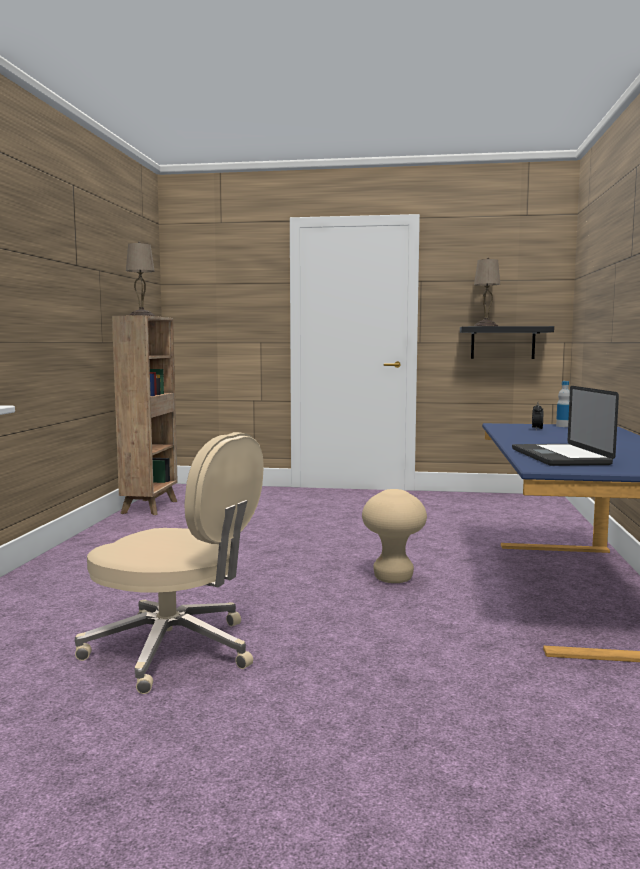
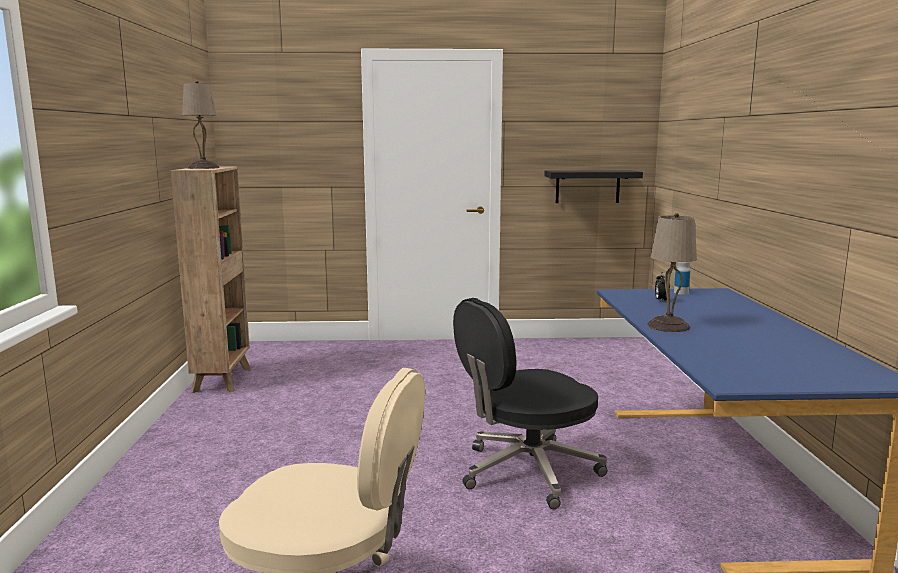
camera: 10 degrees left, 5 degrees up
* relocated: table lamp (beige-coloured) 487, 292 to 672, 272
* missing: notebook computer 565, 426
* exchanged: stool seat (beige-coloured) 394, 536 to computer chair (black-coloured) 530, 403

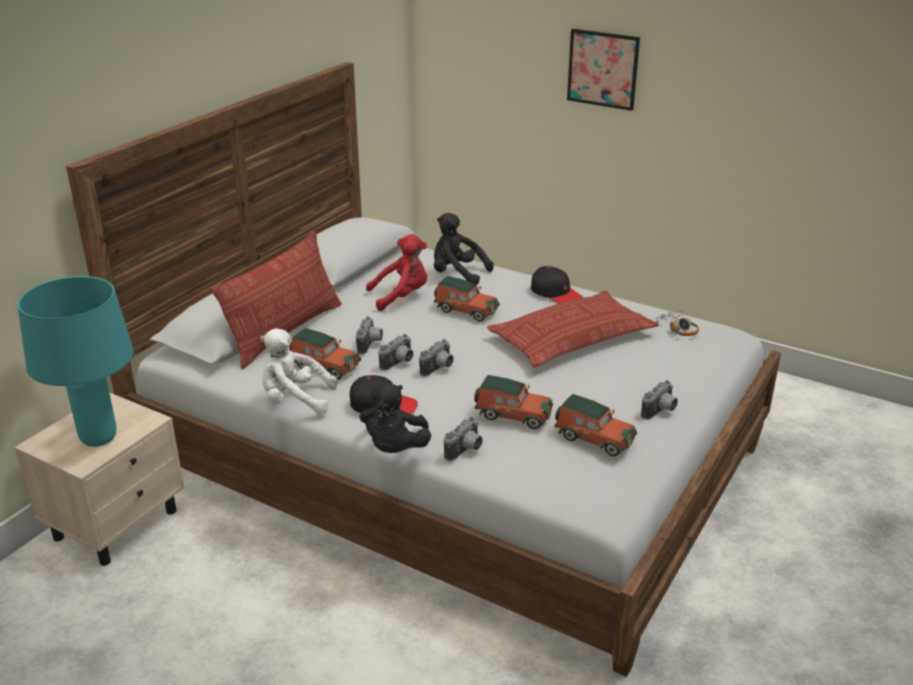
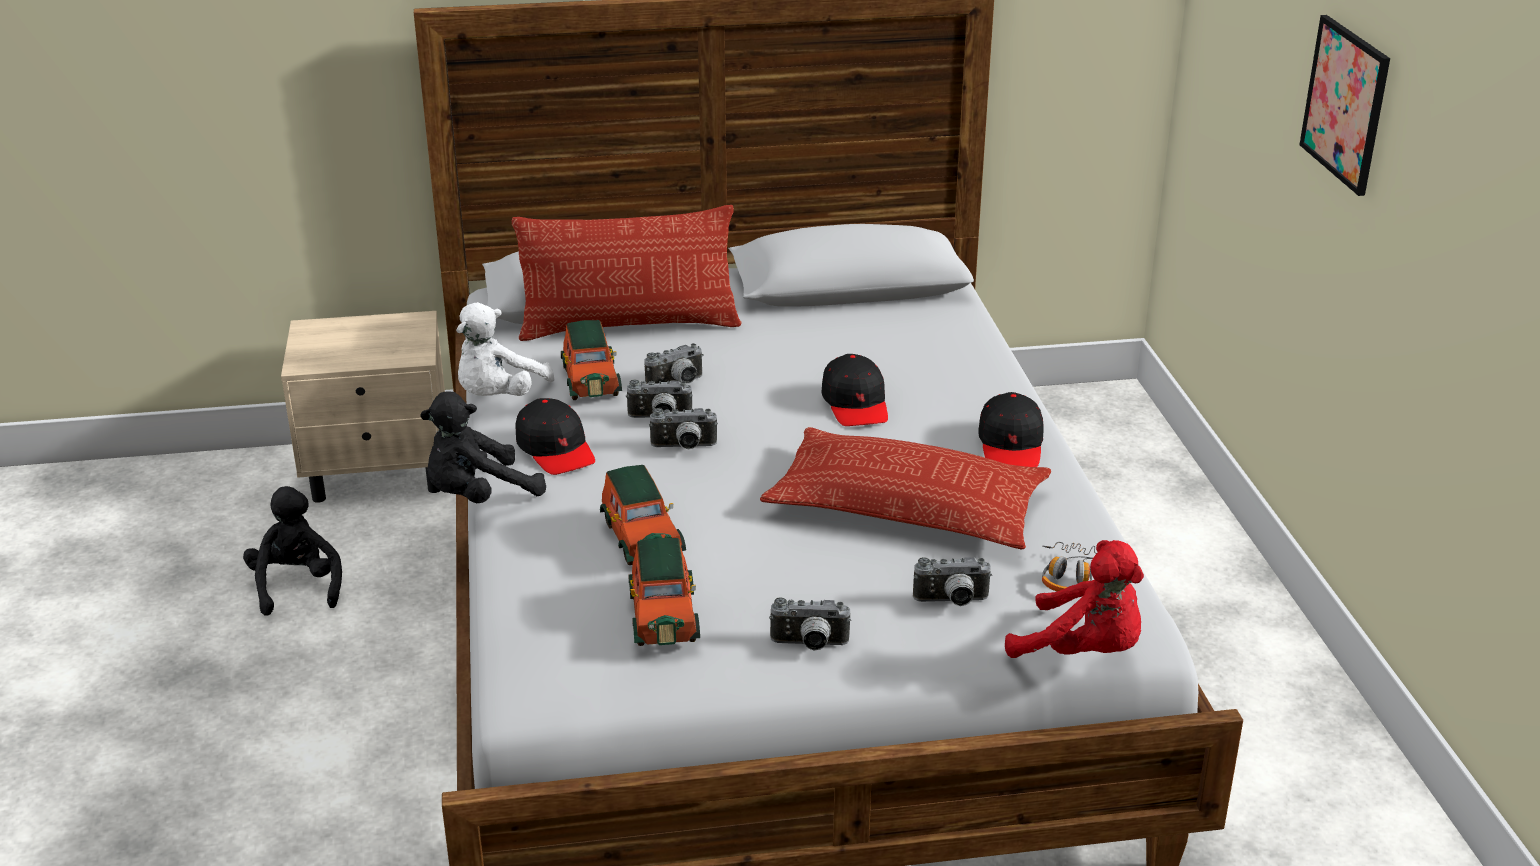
camera: 50 degrees right, 0 degrees up
* relocated: plush toy (black-coloured) 463, 249 to 292, 551
* relocated: plush toy (reddish) 396, 272 to 1074, 599
* missing: table lamp (blue-green) 75, 361
* exchanged: toy car 467, 299 to peaked cap (black-coloured) 854, 390
* spun: plush toy (white) 298, 372 = 505, 349 120 degrees counterclockwise
* relocated: photo camera 463, 439 to 952, 581

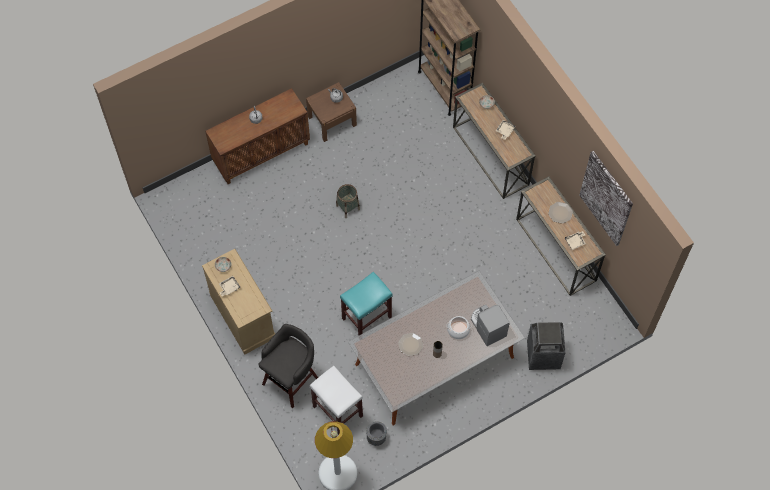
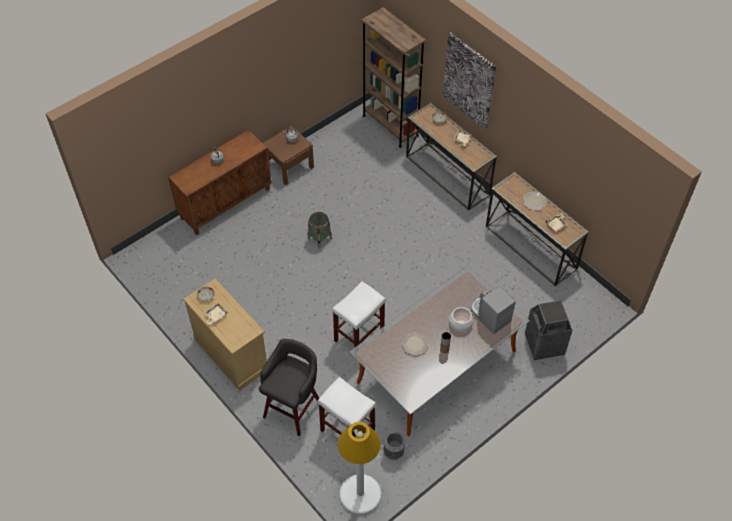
camera: 10 degrees left, 10 degrees down
* relocated: wall art 606, 198 to 469, 81
* colour: stool seat (blue-green) 366, 304 to stool seat (white) 359, 314

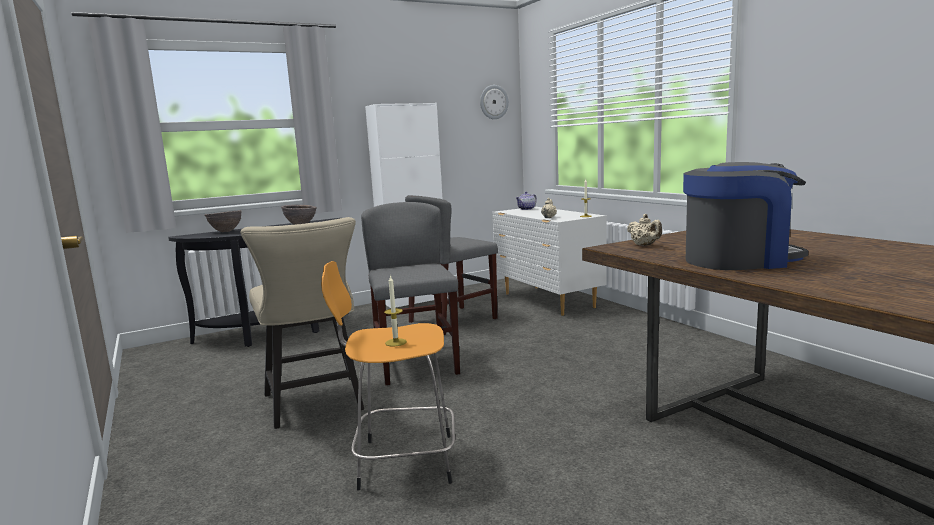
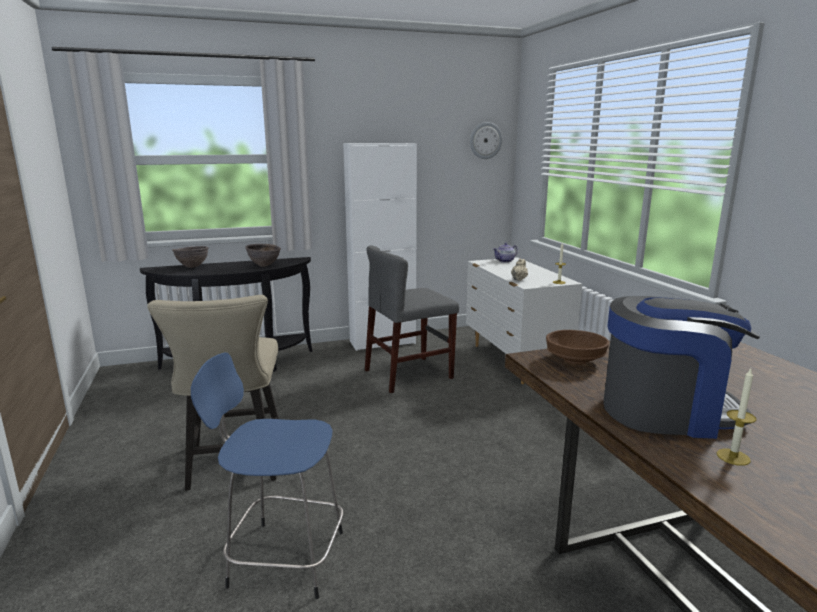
camera: 10 degrees right, 5 degrees up
* missing: plain chair (greyish) 410, 293
* exchanged: tea pot (beige-coloured) 644, 230 to bowl (brownish) 577, 347
* colour: stool seat (orange-coloured) 388, 375 to stool seat (blue-coloured) 267, 476
* relocated: candle 395, 310 to 737, 417

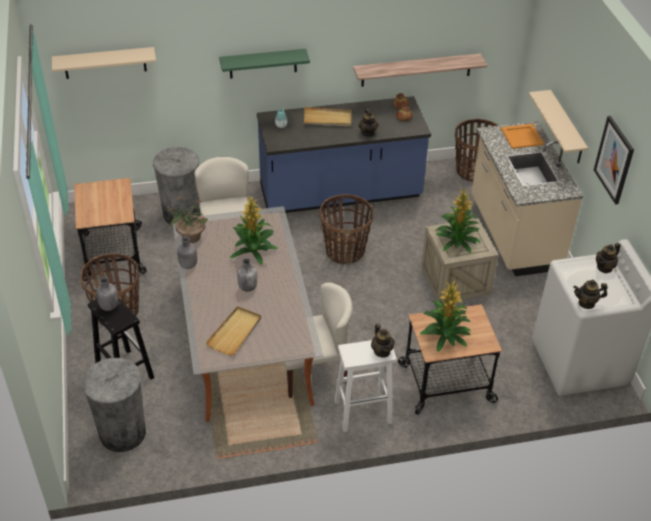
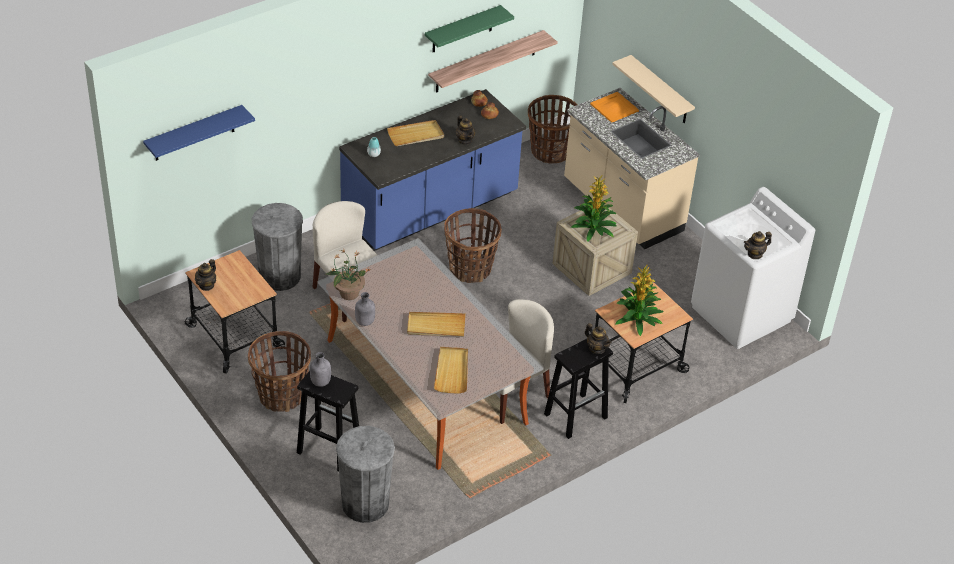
camera: 25 degrees left, 0 degrees up
* colour: bracket shelf (beige-coloured) 104, 63 to bracket shelf (blue-coloured) 199, 133
* relocated: bracket shelf (greenish) 264, 64 to 469, 28
* missing: wall art 614, 160
* missing: houseplant 254, 230
* relocated: tea pot 608, 258 to 205, 275
* exchanged: bottle (greyish) 247, 275 to tray (beige-coloured) 436, 324
* colour: stool seat (white) 365, 386 to stool seat (black-coloured) 578, 389

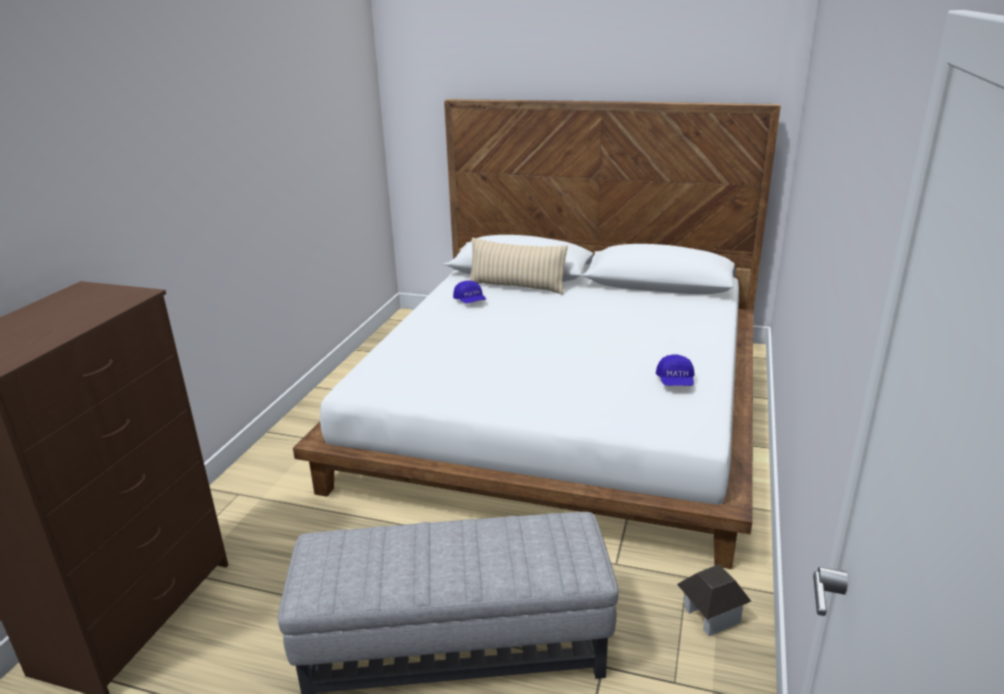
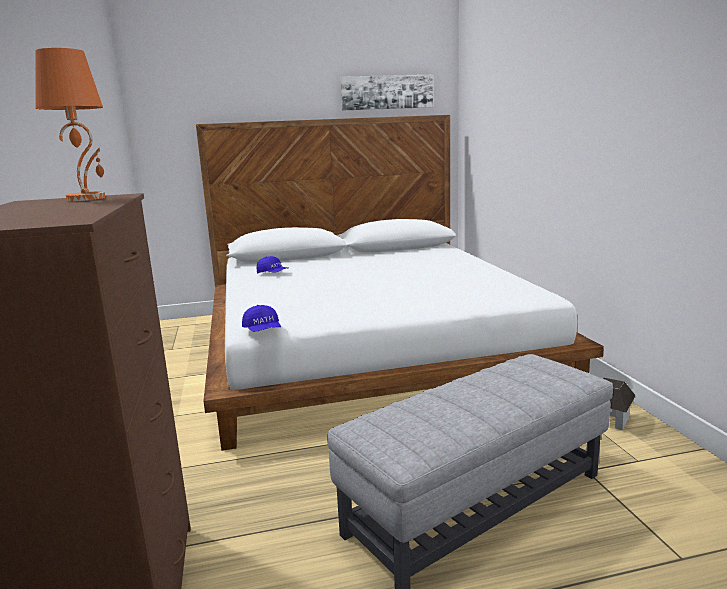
camera: 30 degrees left, 10 degrees down
* missing: throw pillow (beige-coloured) 518, 266
* relocated: peaked cap (blue-coloured) 675, 370 to 261, 318
* appeared: table lamp (orange-coloured) 70, 124
* appeared: wall art 386, 93

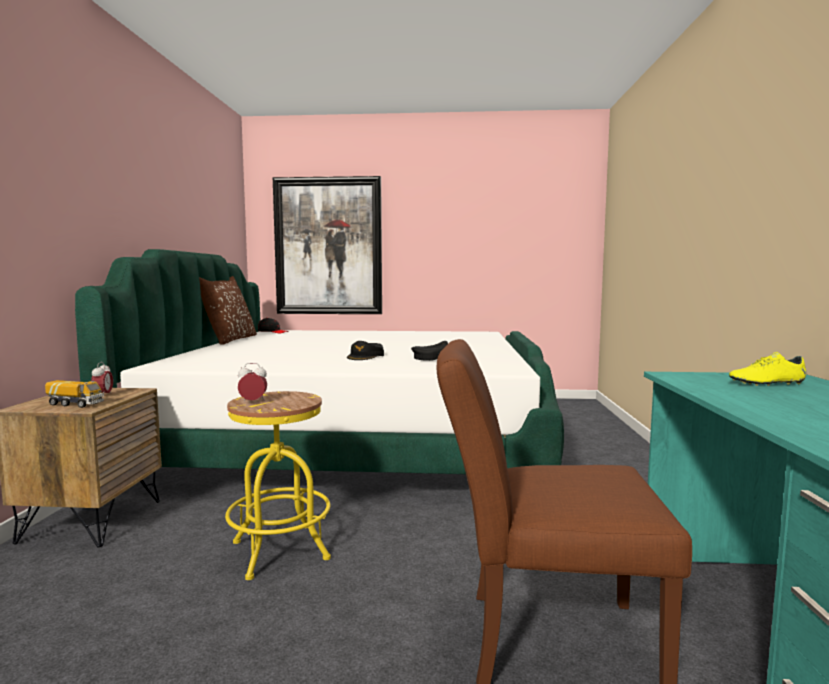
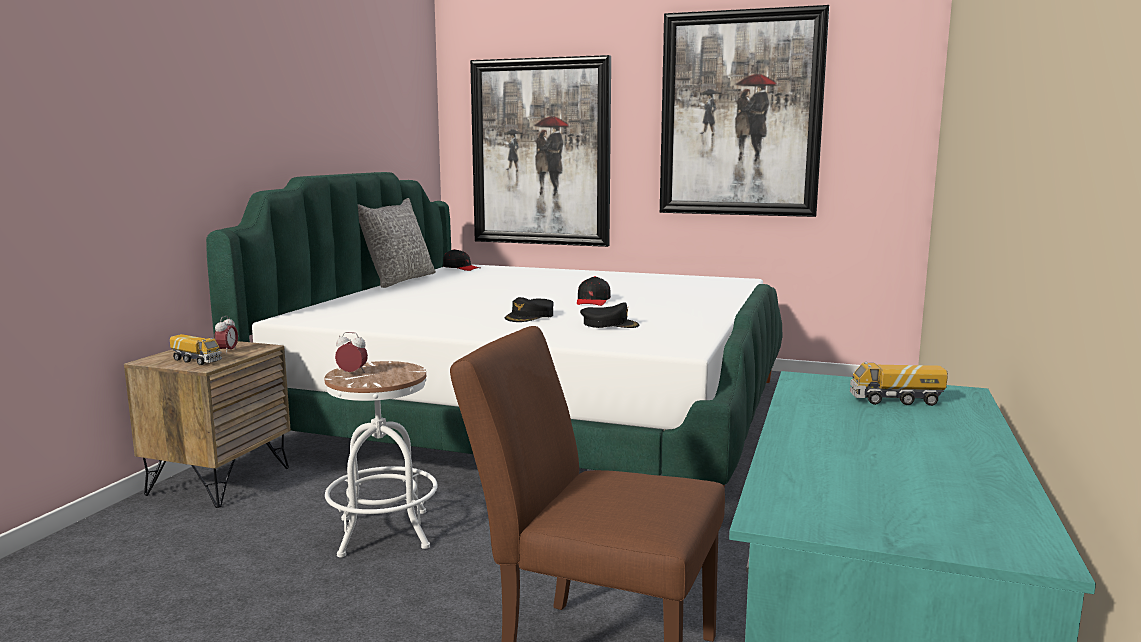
camera: 15 degrees right, 5 degrees up
* colour: throw pillow (brownish) 228, 310 to throw pillow (greyish) 397, 243
* exchanged: low shoe (yellow) 767, 369 to toy lorry 899, 384
* colour: stool seat (yellow) 278, 485 to stool seat (white) 381, 459
* appeared: wall art 744, 111
* appeared: peaked cap (black-coloured) 594, 291

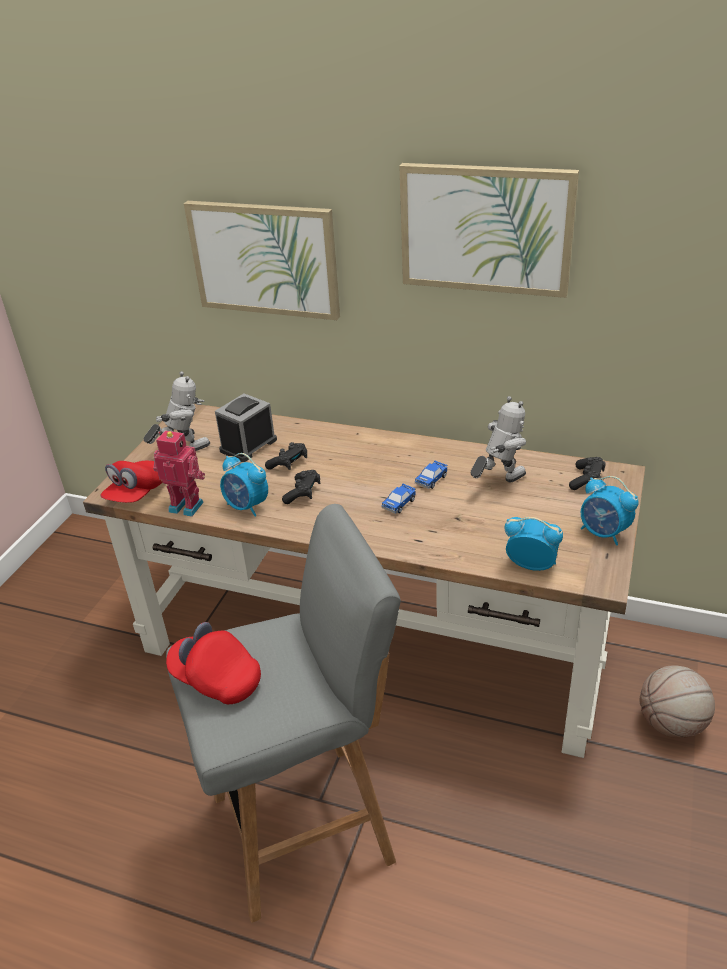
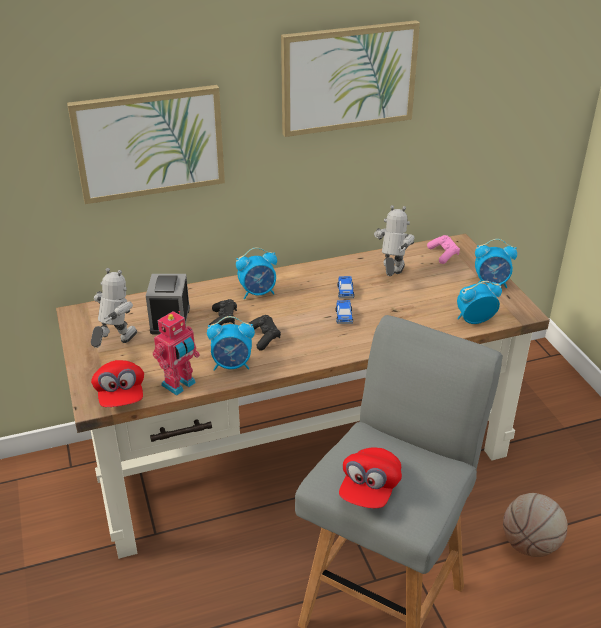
camera: 40 degrees left, 0 degrees up
* spun: toy robot 179, 473 = 176, 353 150 degrees clockwise
* colour: gamepad (black-coloured) 587, 473 to gamepad (pinkish) 443, 249
* spun: peaked cap (reddish) 213, 663 = 370, 478 60 degrees counterclockwise
* relocated: ball for basketball 677, 702 to 535, 525
* appeared: bedside clock 256, 273

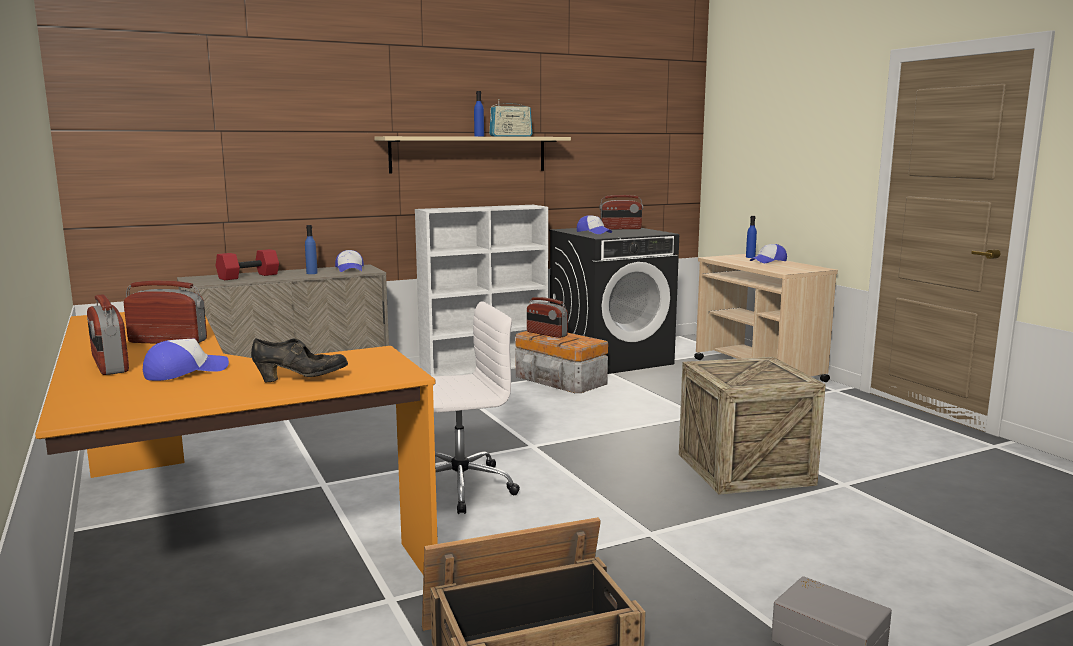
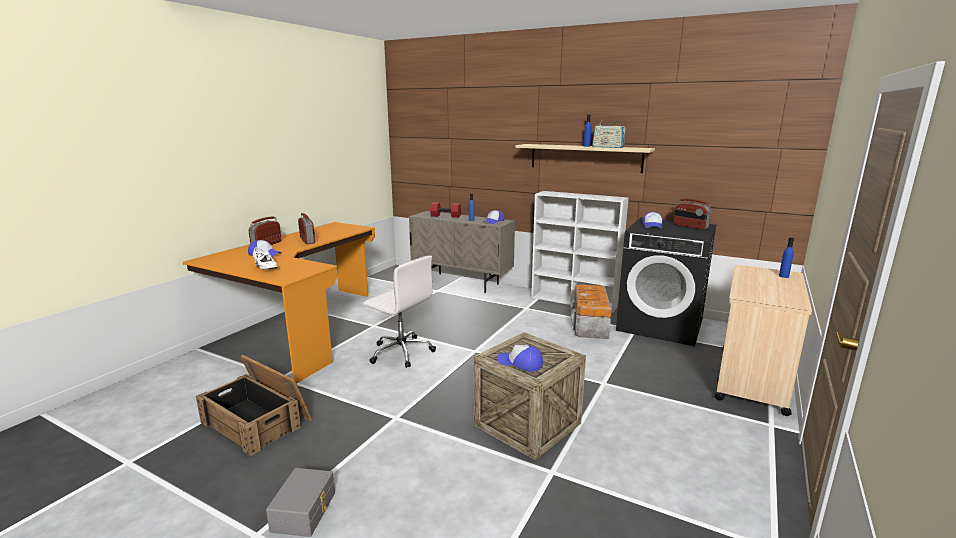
camera: 55 degrees right, 5 degrees up
* relocated: peaked cap 768, 253 to 520, 358
* missing: radio set 547, 317
* colour: low shoe (black-coloured) 299, 360 to low shoe (white) 265, 258

